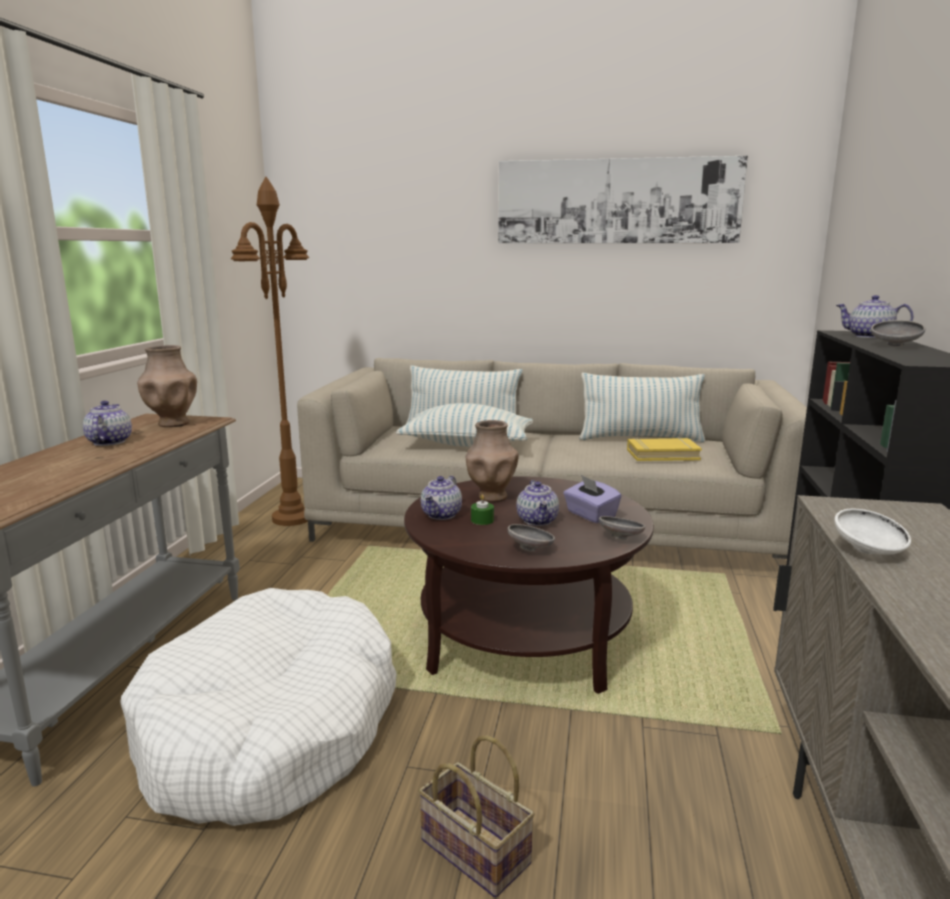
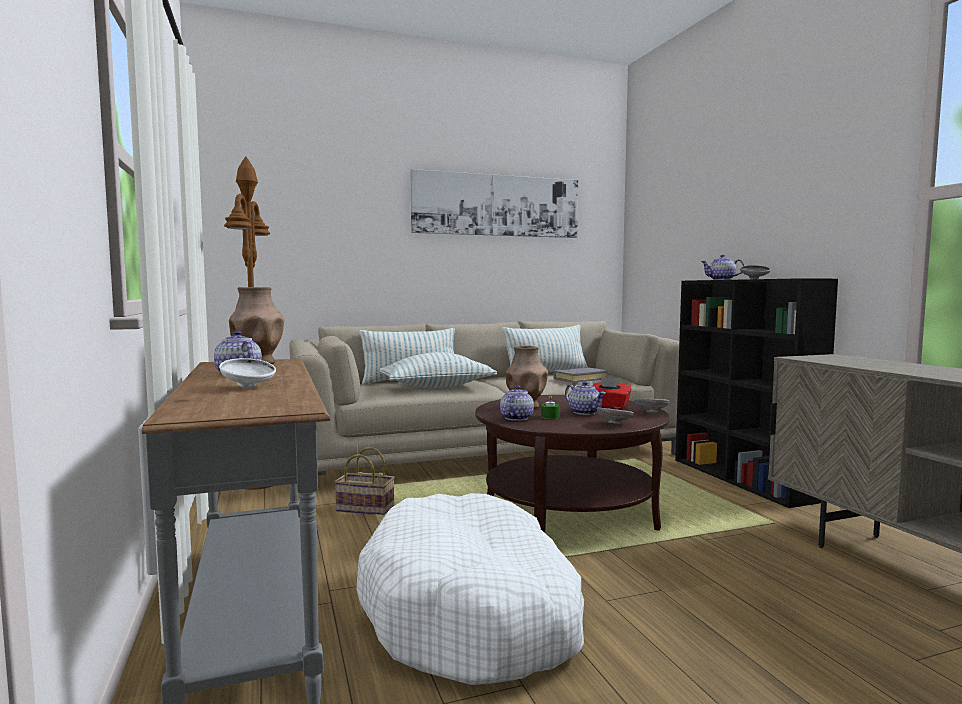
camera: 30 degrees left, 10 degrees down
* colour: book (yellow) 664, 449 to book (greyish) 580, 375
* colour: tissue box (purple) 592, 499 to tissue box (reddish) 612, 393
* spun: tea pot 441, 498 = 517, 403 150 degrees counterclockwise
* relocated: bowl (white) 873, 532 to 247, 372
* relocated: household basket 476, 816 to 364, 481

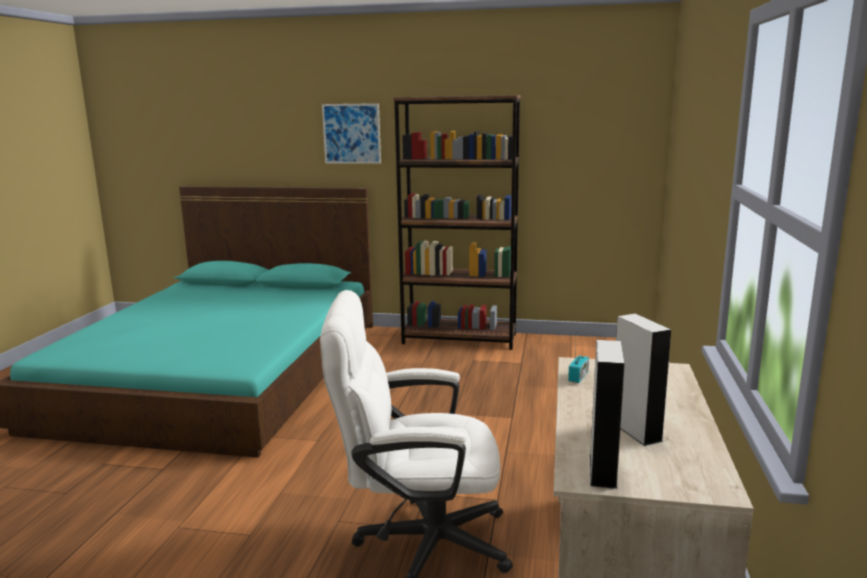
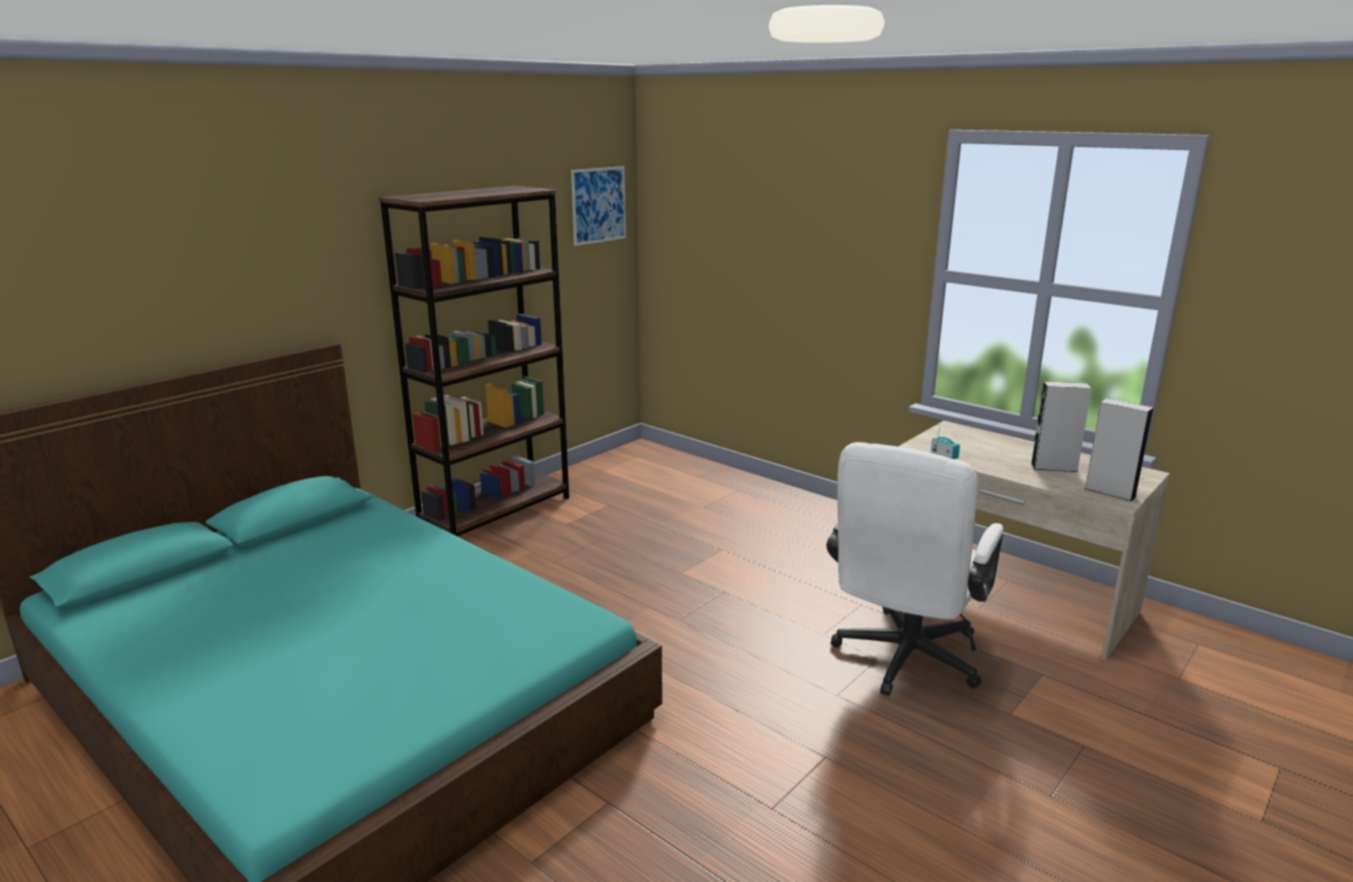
camera: 60 degrees left, 5 degrees up
* relocated: wall art 351, 133 to 598, 206

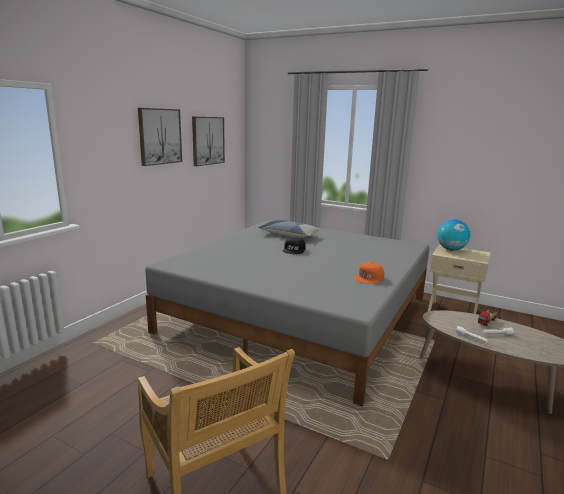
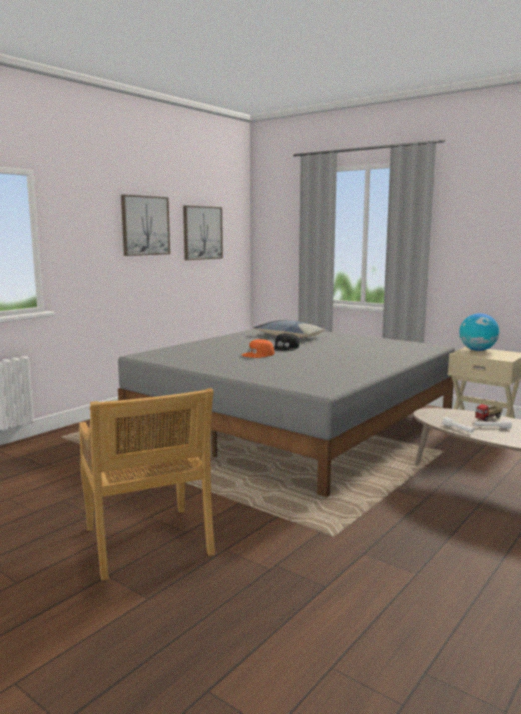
camera: 10 degrees right, 5 degrees down
* relocated: peaked cap (orange-coloured) 369, 273 to 258, 348

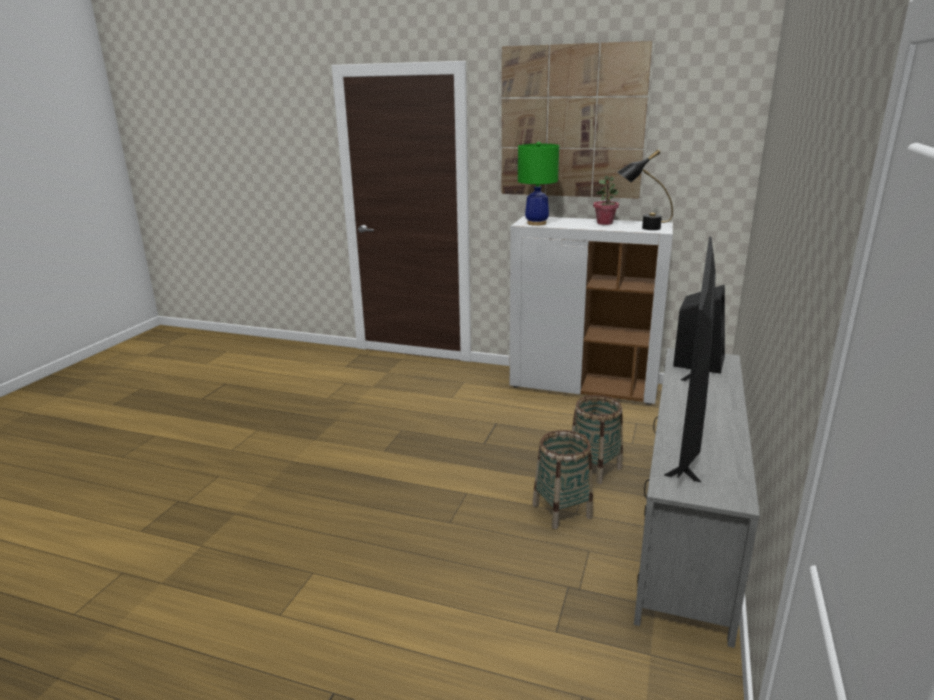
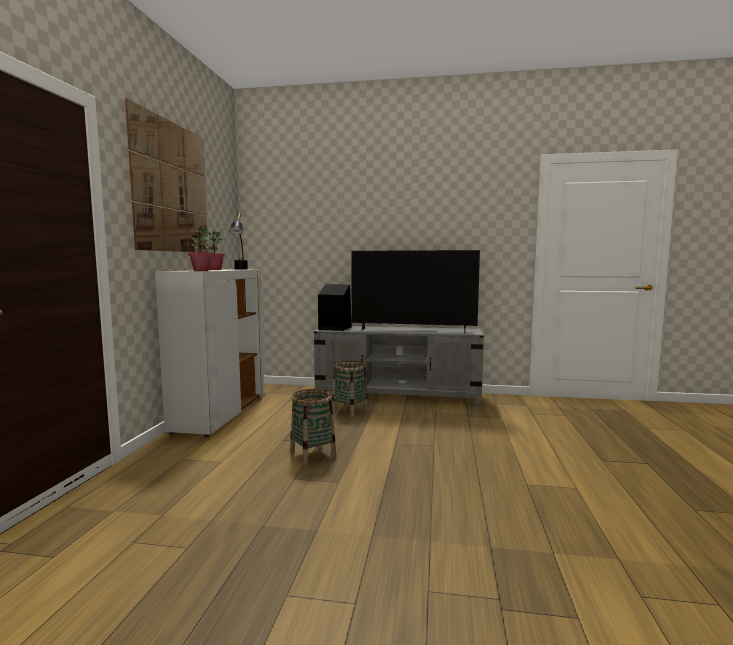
camera: 100 degrees left, 15 degrees down
* exchanged: table lamp (greenish) 538, 184 to houseplant 200, 249
* relocated: household basket 563, 479 to 313, 427

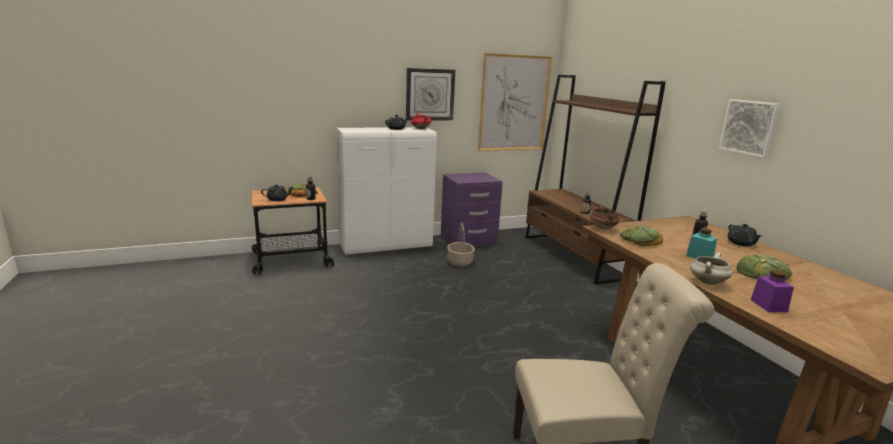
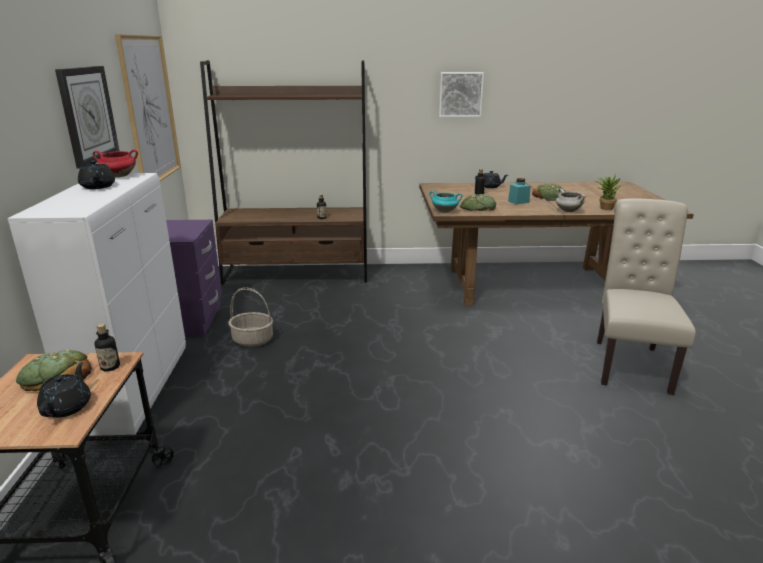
camera: 70 degrees left, 5 degrees up
* colour: saucepot (brownish) 604, 217 to saucepot (blue-green) 445, 202
* exchanged: preserve jar (purple) 772, 291 to houseplant 608, 192

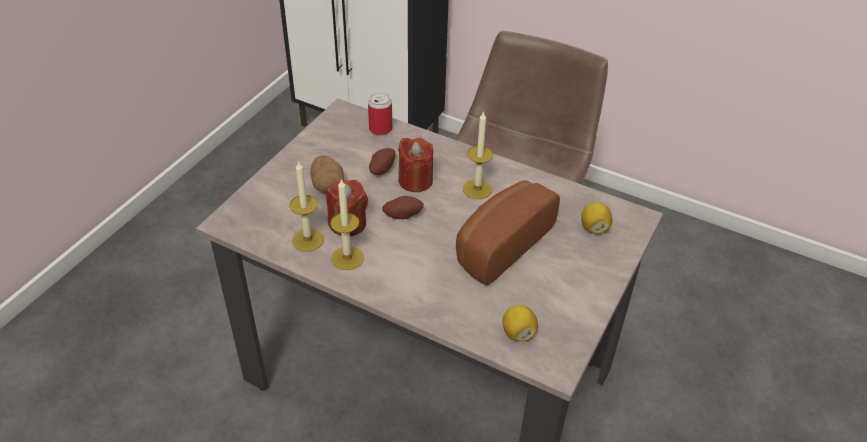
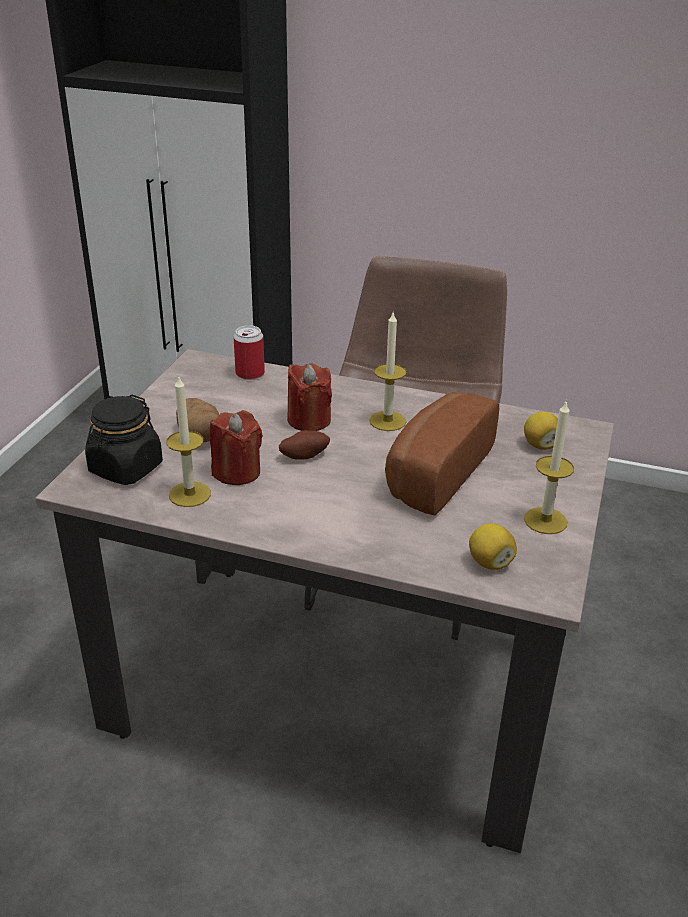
camera: 10 degrees left, 10 degrees down
* missing: potato 382, 161
* relocated: candle 347, 224 to 549, 467
* appeared: preserve jar (black-coloured) 124, 440

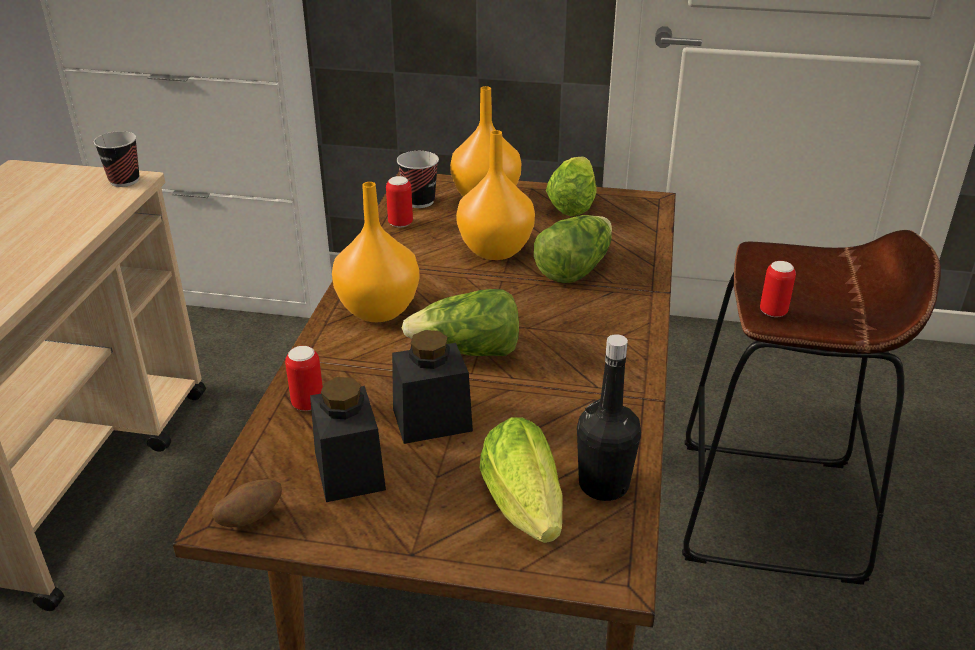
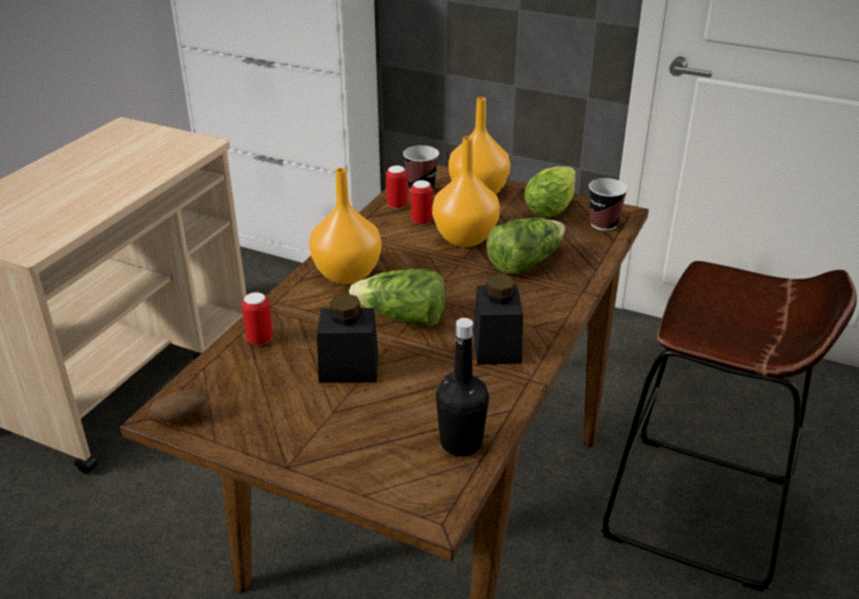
camera: 15 degrees right, 0 degrees up
* relocated: drinking cup 116, 159 to 608, 204
* relocated: metal can 778, 289 to 422, 202
* relocated: preserve jar (black-coloured) 348, 439 to 498, 319
* missing: lettuce 521, 480

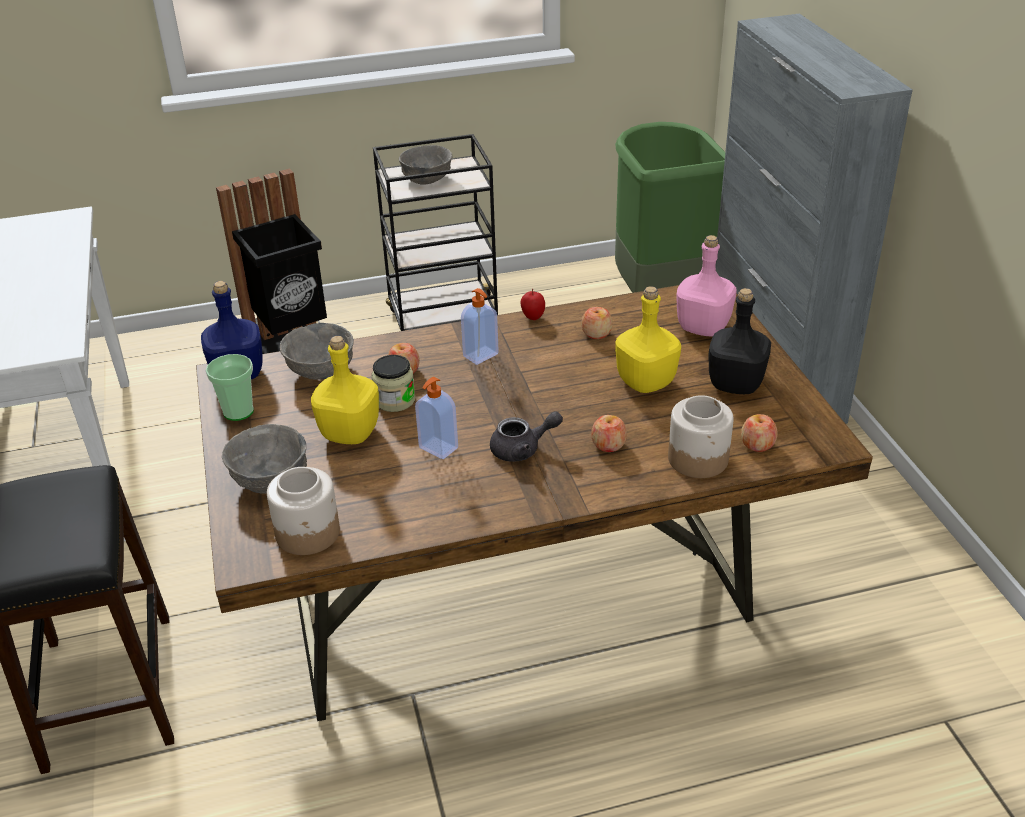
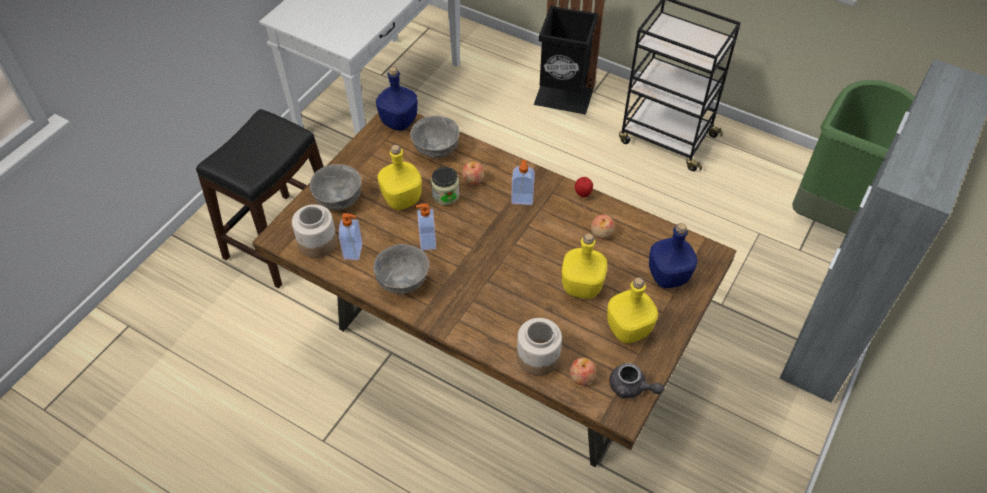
camera: 45 degrees right, 15 degrees up
* relocated: bowl (greyish) 425, 165 to 401, 269
* colour: bottle (pinkish) 706, 285 to bottle (blue-coloured) 673, 255
* colour: bottle (black-coloured) 739, 341 to bottle (yellow) 632, 310
* missing: drinking cup 230, 387
* relocated: tea pot (greyish) 526, 436 to 636, 381
* missing: whole apple 609, 433
* appeared: soap bottle 351, 236

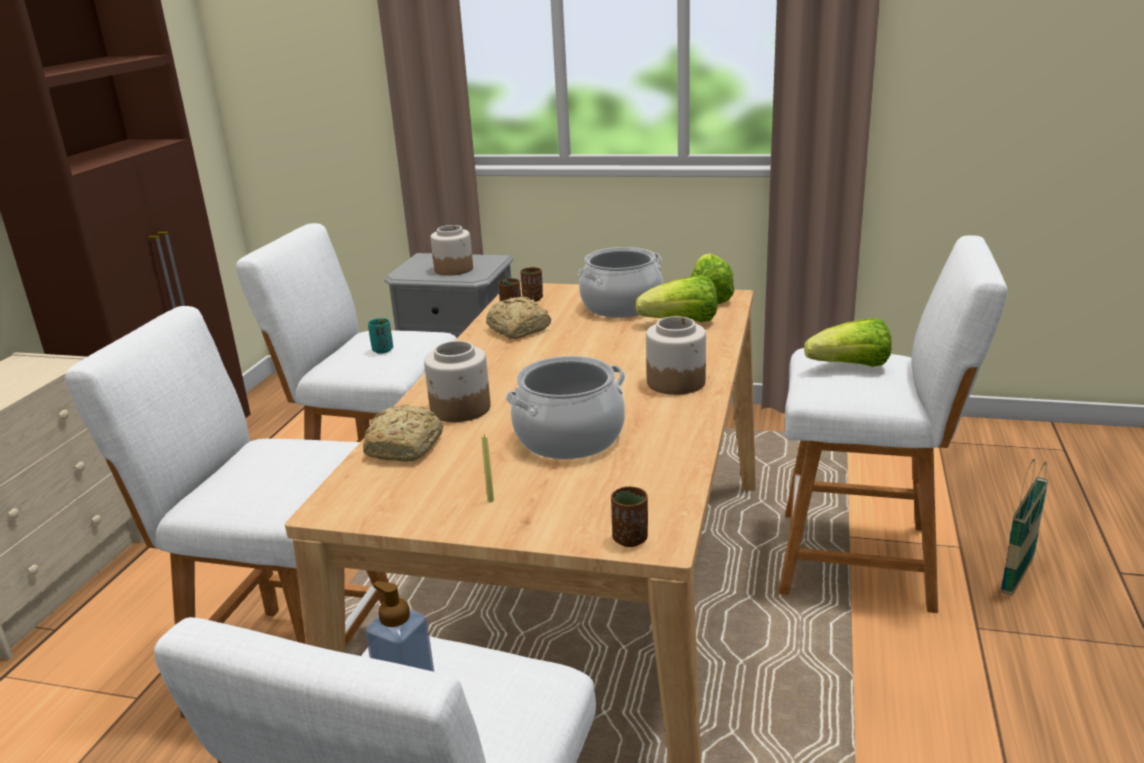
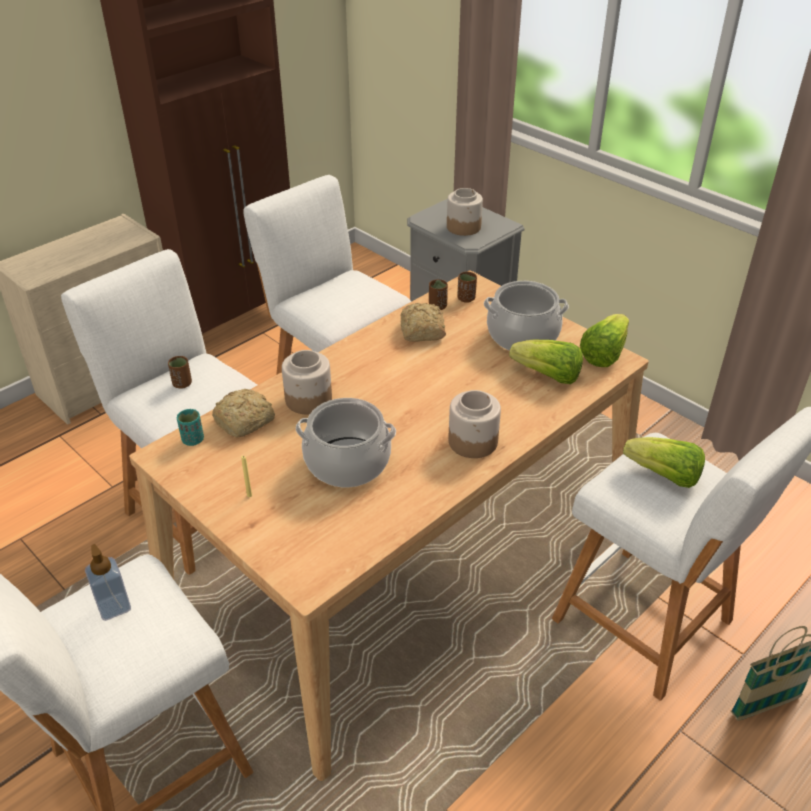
camera: 30 degrees right, 15 degrees up
* relocated: drinking cup (blue-green) 380, 336 to 190, 427
* relocated: drinking cup (brownish) 629, 516 to 180, 372

